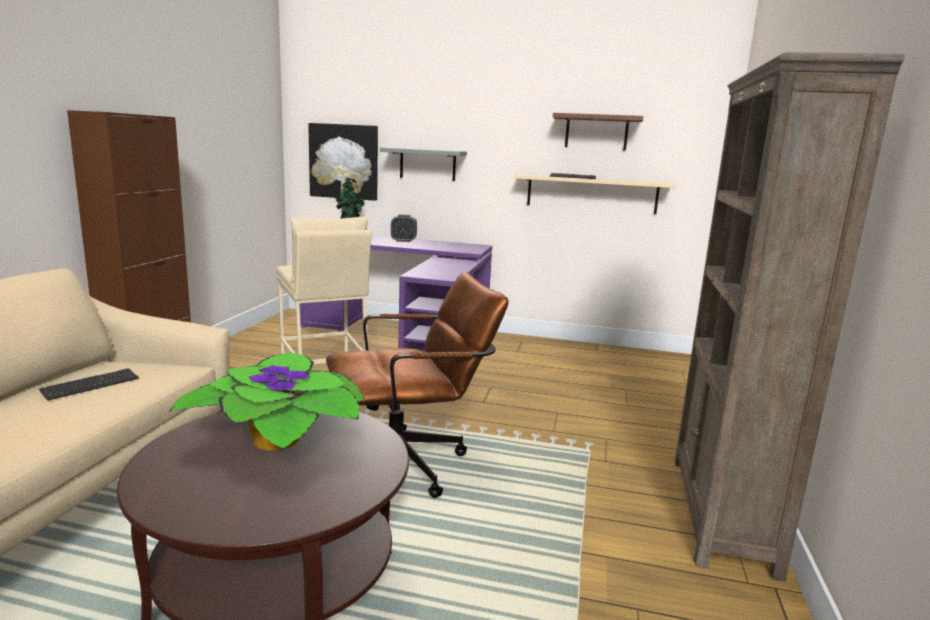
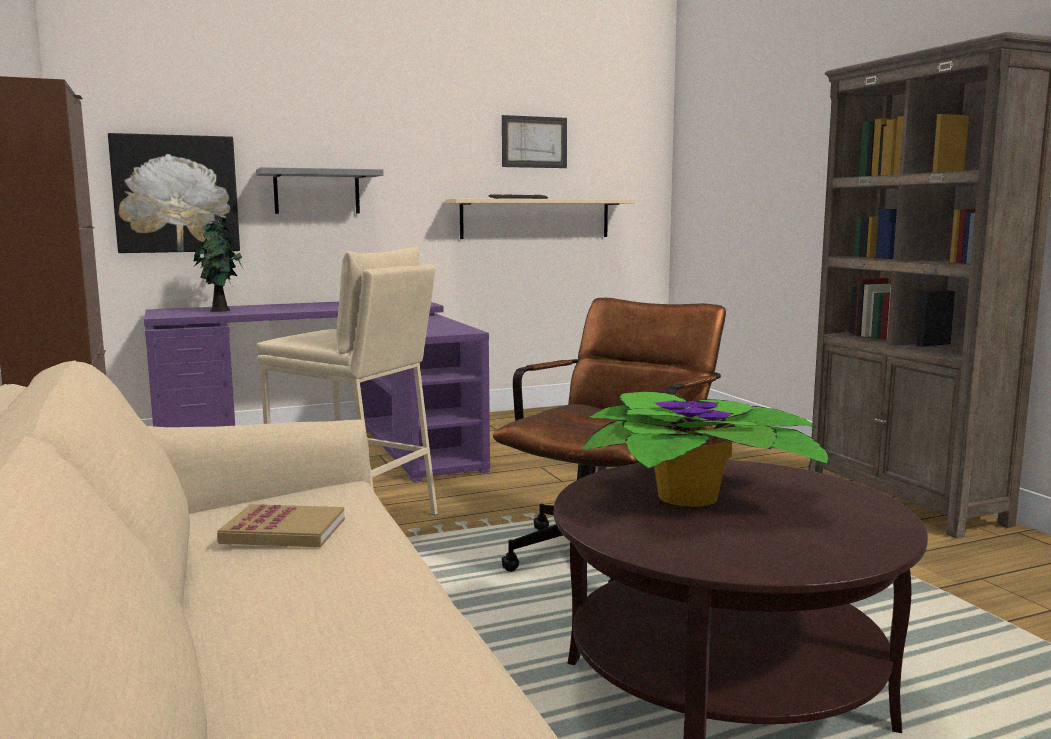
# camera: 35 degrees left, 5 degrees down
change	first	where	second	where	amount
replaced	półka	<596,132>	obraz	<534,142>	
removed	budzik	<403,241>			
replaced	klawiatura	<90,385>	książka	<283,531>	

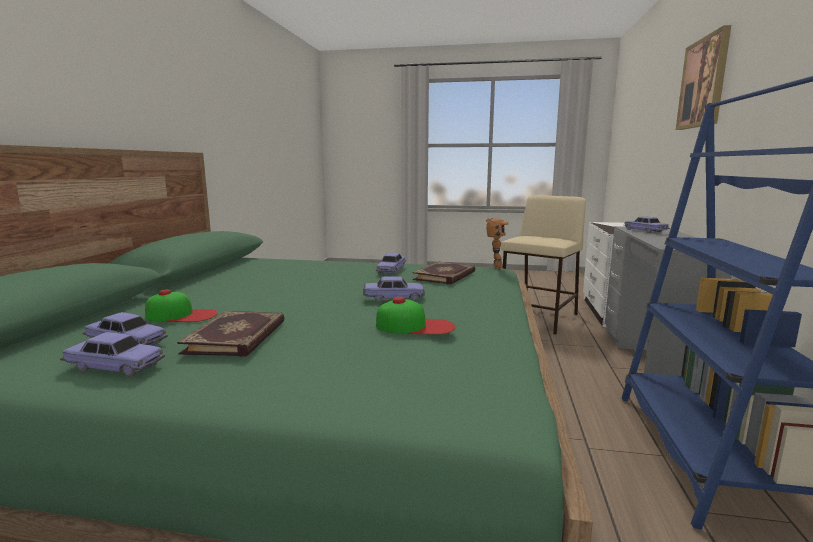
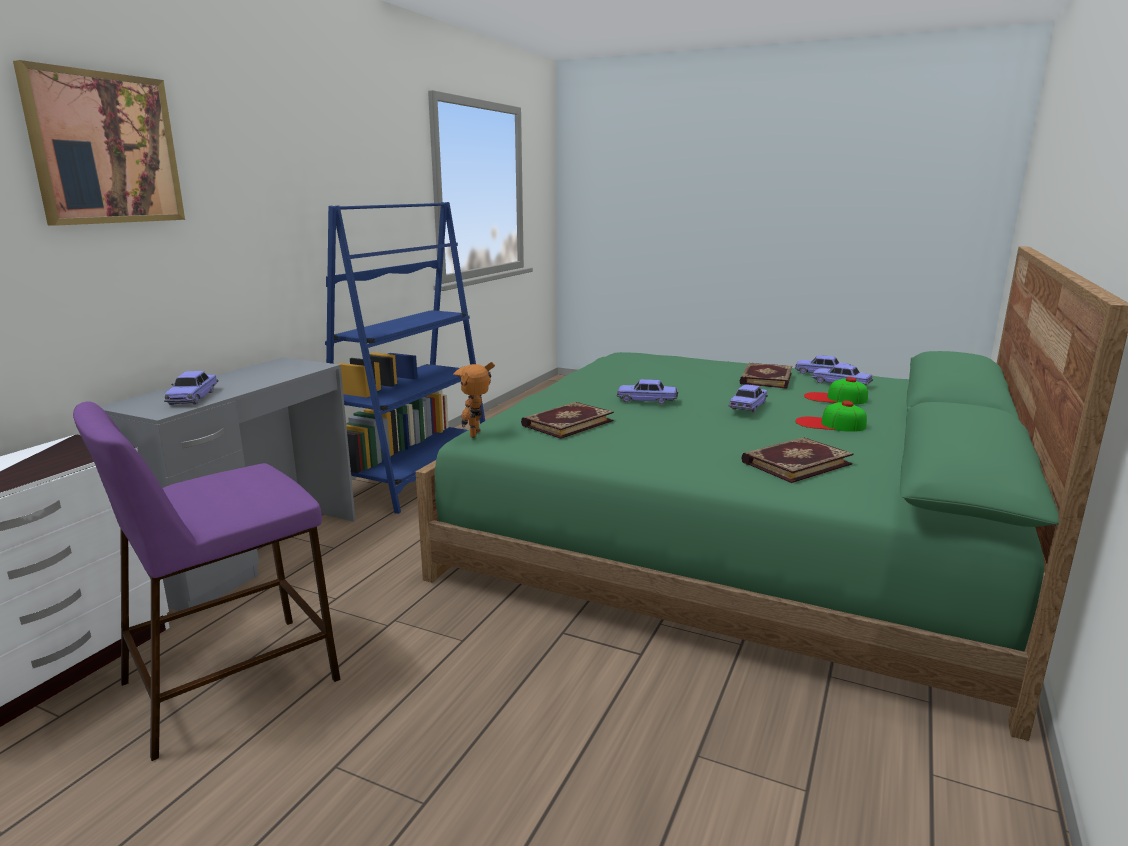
# camera: 165 degrees left, 5 degrees up
change	first	where	second	where	amount
recoloured	stołek [beżowy]	<539,318>	stołek [fioletowy]	<233,679>	
moved	samochodzik	<391,270>		<748,407>	
moved	czapka z daszkiem	<415,326>		<830,424>	
added			książka	<795,462>	

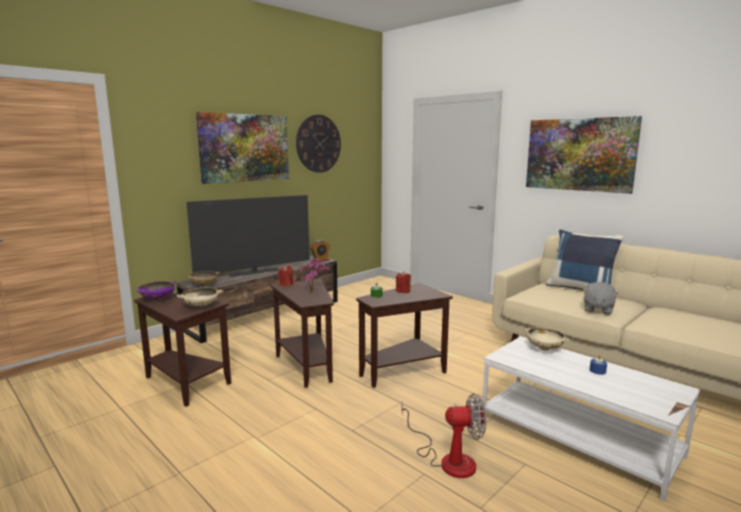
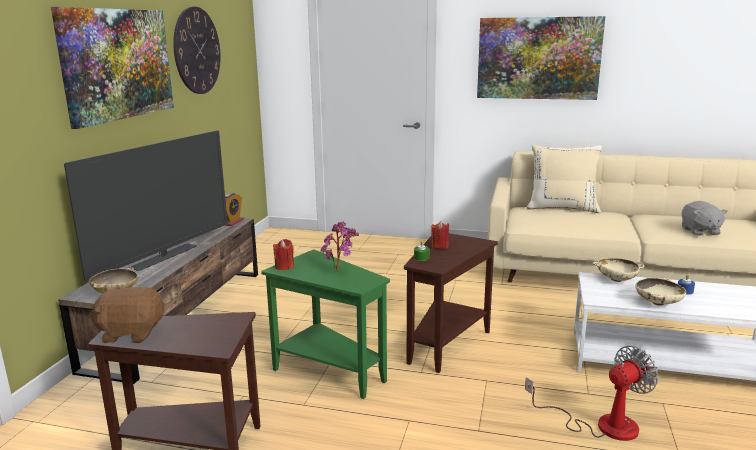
# camera: 30 degrees left, 5 degrees up
change	first	where	second	where	amount
recoloured	poduszka [niebieski]	<581,289>	poduszka [beżowy]	<562,208>	
recoloured	stolik [brązowy]	<307,366>	stolik [zielony]	<329,370>	
replaced	miska [fioletowy]	<157,299>	pluszak [brązowy]	<131,333>	
moved	pluszak [szary]	<597,309>		<700,231>	
moved	miska [beżowy]	<201,306>		<658,303>	

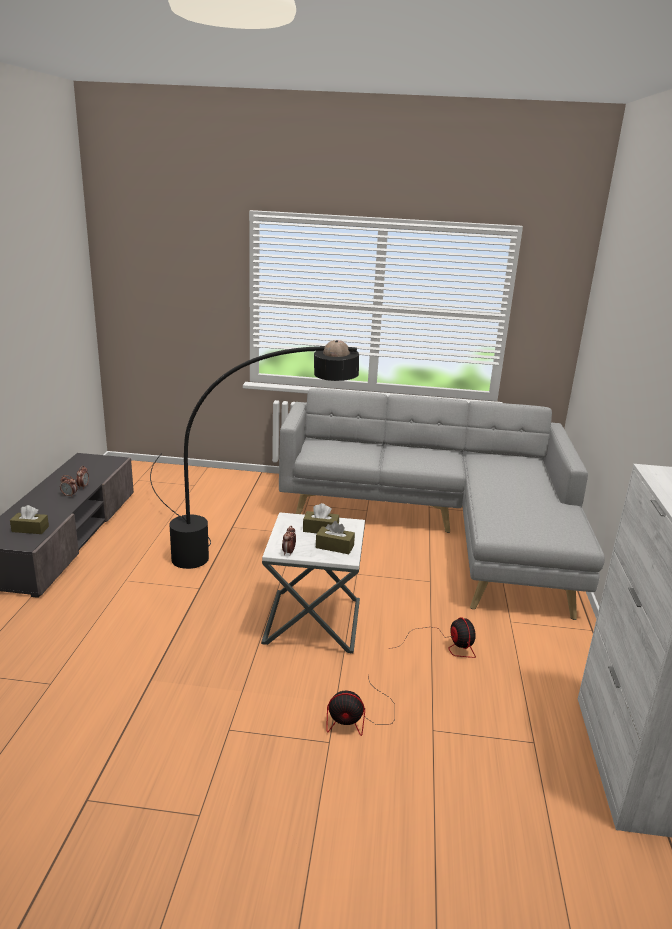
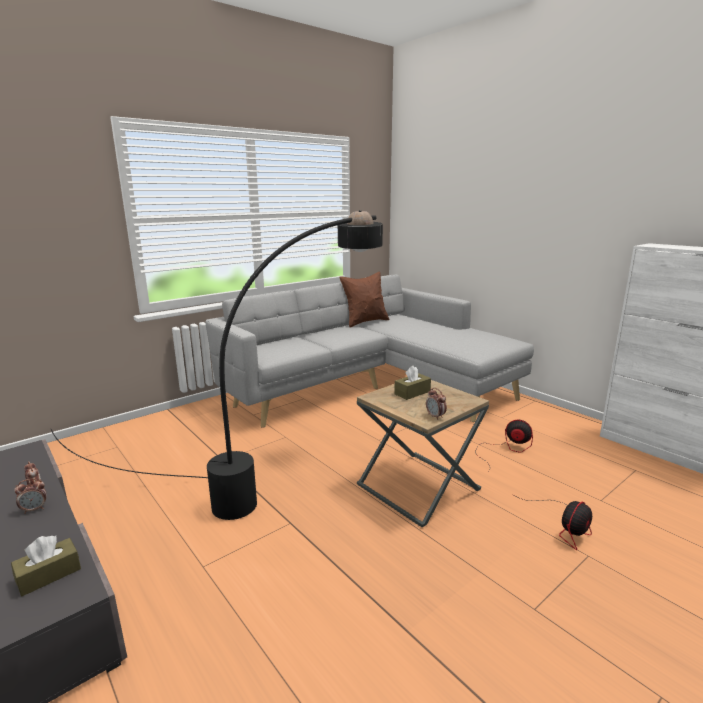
# camera: 45 degrees left, 5 degrees down
change	first	where	second	where	amount
recoloured	stolik [biały]	<313,621>	stolik [brązowy]	<418,487>	
removed	pudełko chusteczek [brązowy]	<334,546>			
added			poduszka [brązowy]	<365,322>	

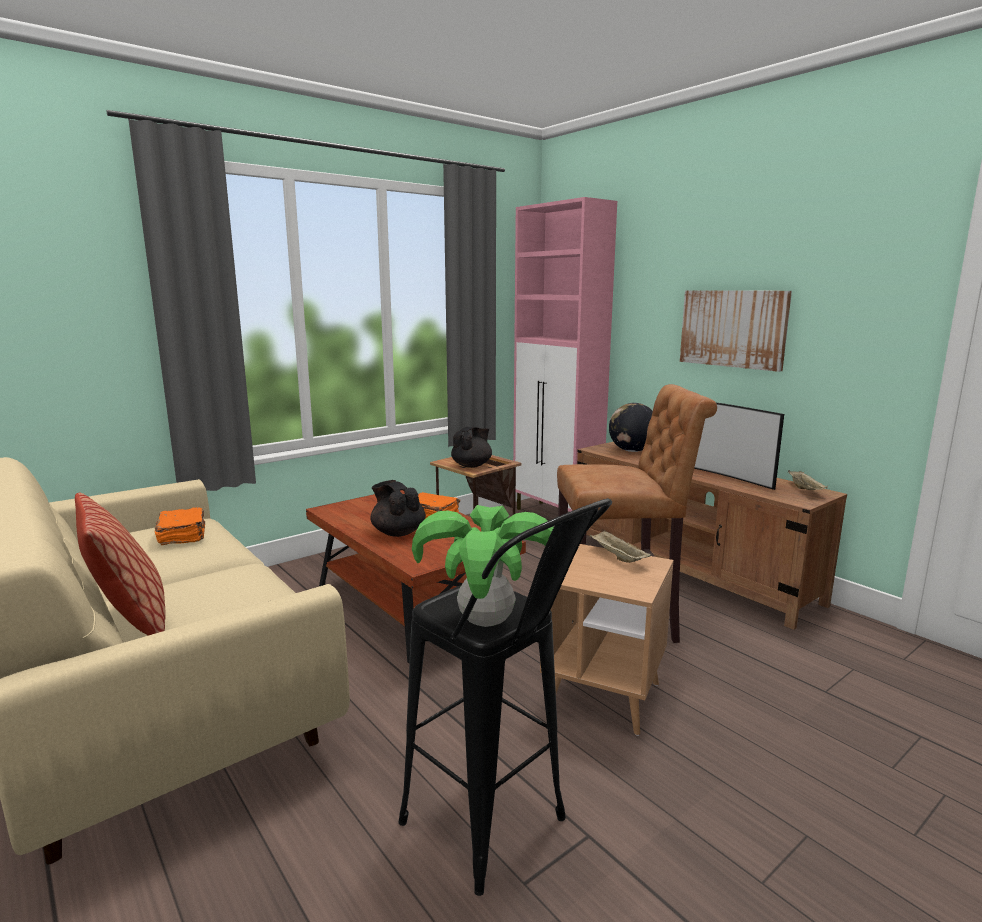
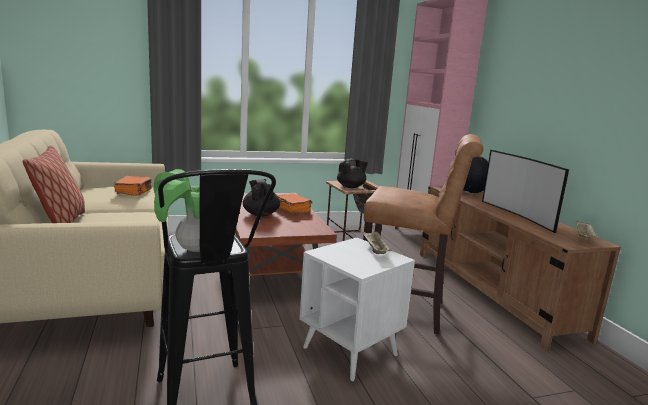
# camera: 20 degrees right, 0 degrees up
change	first	where	second	where	amount
removed	obraz	<733,328>			
recoloured	stolik [brązowy]	<603,696>	stolik [biały]	<350,351>	

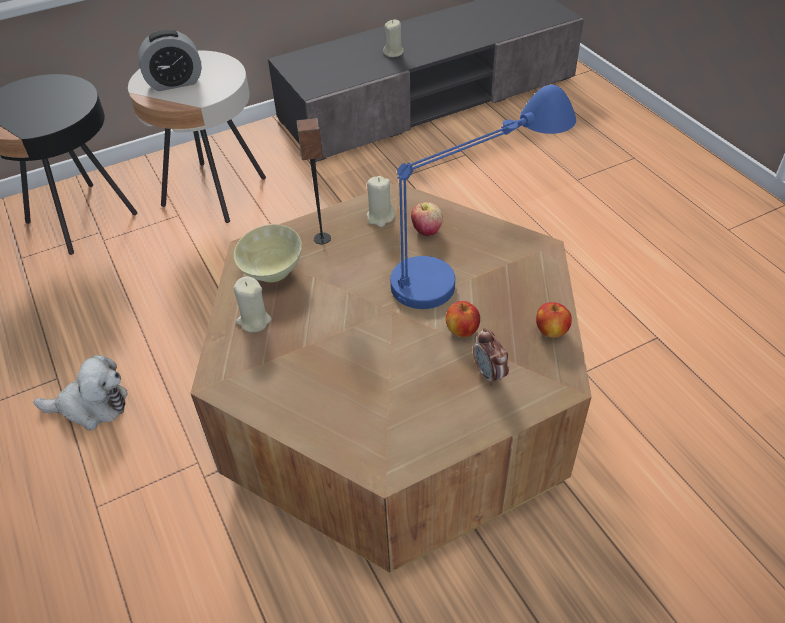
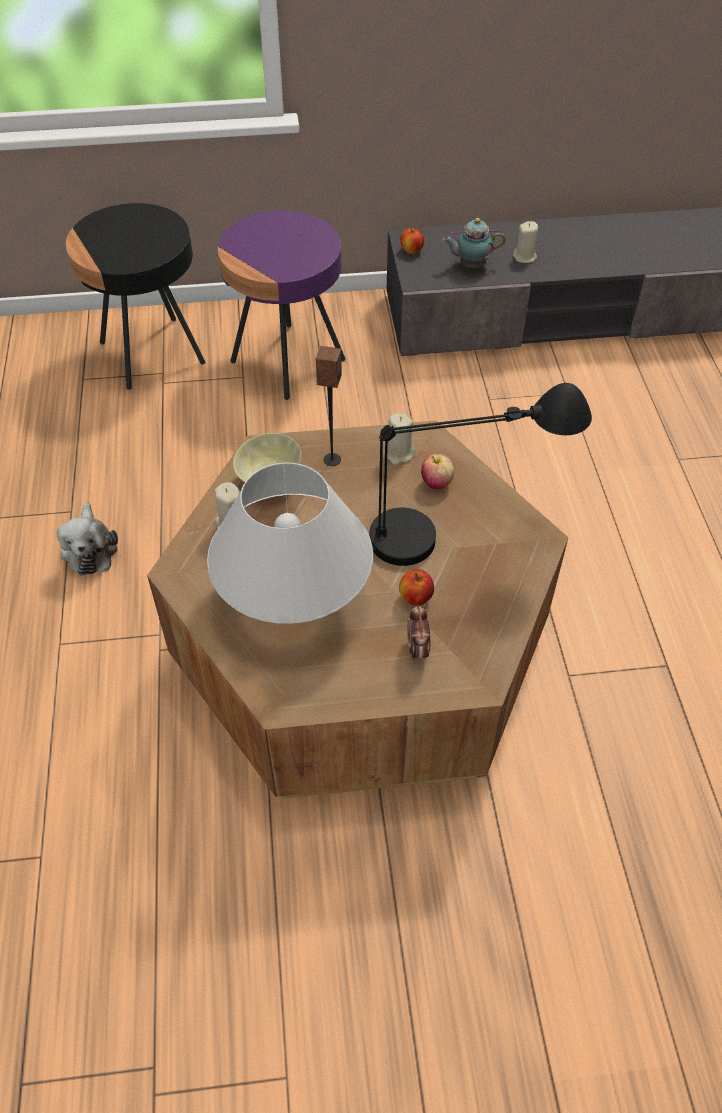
# camera: 20 degrees right, 5 degrees up
change	first	where	second	where	amount
removed	budzik	<175,83>			
recoloured	stolik [beżowy]	<214,192>	stolik [fioletowy]	<287,361>	
recoloured	lampa stołowa [niebieski]	<470,264>	lampa stołowa [czarny]	<460,532>	
moved	jabłko	<551,331>		<411,250>	
turned	pluszak	<91,406>		<90,549>	60 degrees clockwise
added			imbryk	<470,265>	
added			lampa stołowa [biały]	<293,596>	

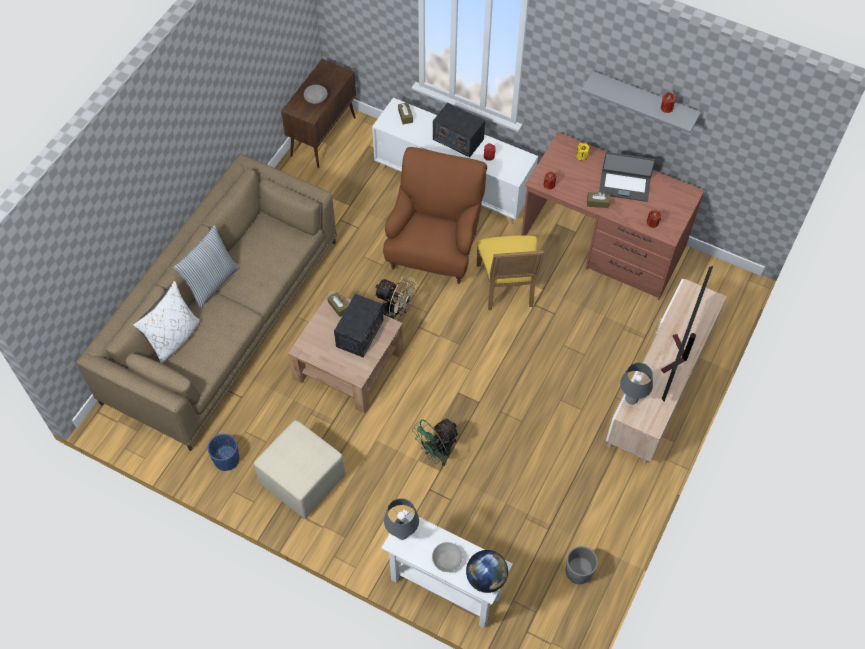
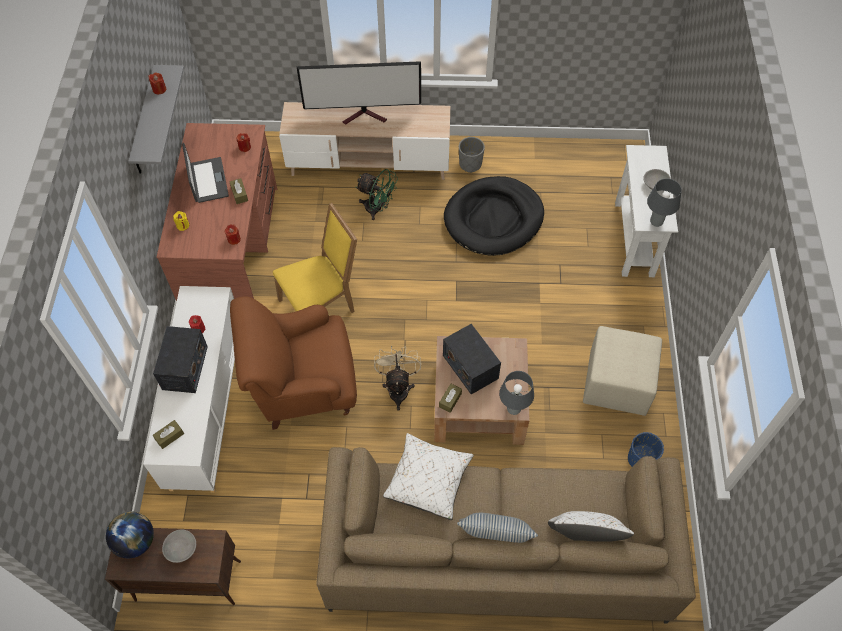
# camera: 115 degrees left, 0 degrees up
change	first	where	second	where	amount
turned	radio	<359,333>		<470,366>	120 degrees counterclockwise
moved	lampa stołowa [szary]	<631,399>		<514,409>	
moved	wentylator [zielony]	<436,453>		<377,209>	
moved	donica [szary]	<578,571>		<470,164>	
moved	globus	<486,578>		<136,541>	
added			legowisko [czarny]	<493,219>	
added			poduszka [biały]	<428,481>	

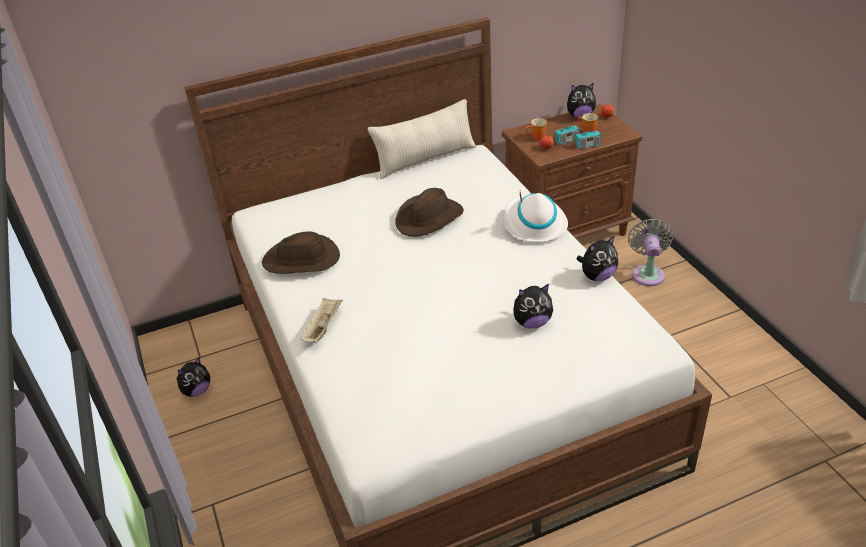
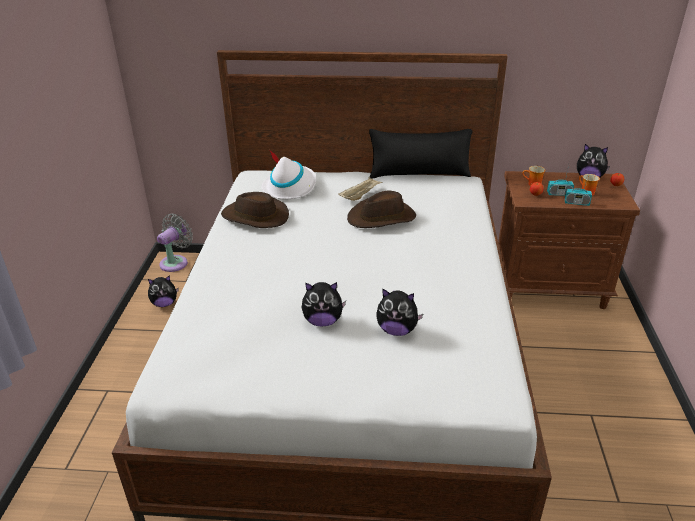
# camera: 25 degrees right, 5 degrees down
change	first	where	second	where	amount
recoloured	poduszka [beżowy]	<425,159>	poduszka [czarny]	<419,174>	
moved	kapelusz [biały]	<534,224>		<290,187>	
moved	wentylator [szary]	<648,273>		<176,262>	
moved	pluszak	<597,276>		<323,321>	
moved	taca [beżowy]	<323,327>		<360,196>	

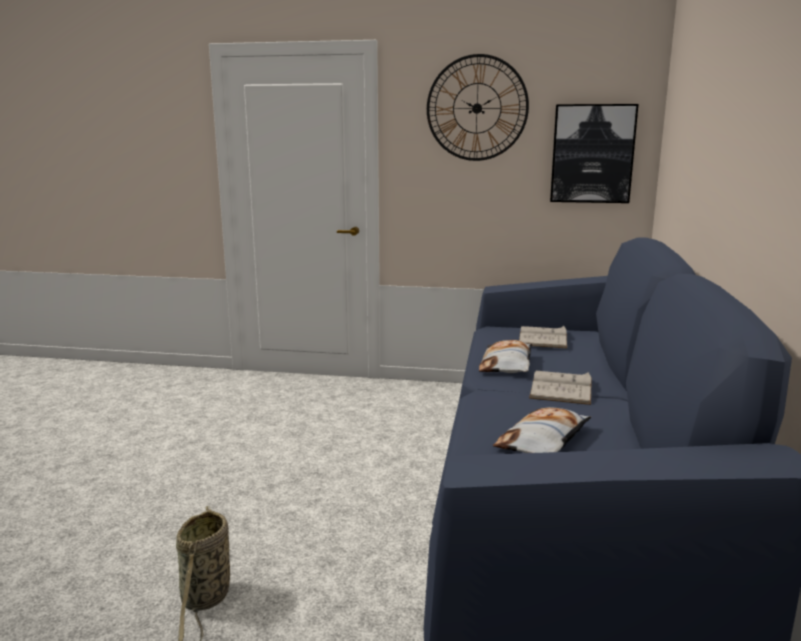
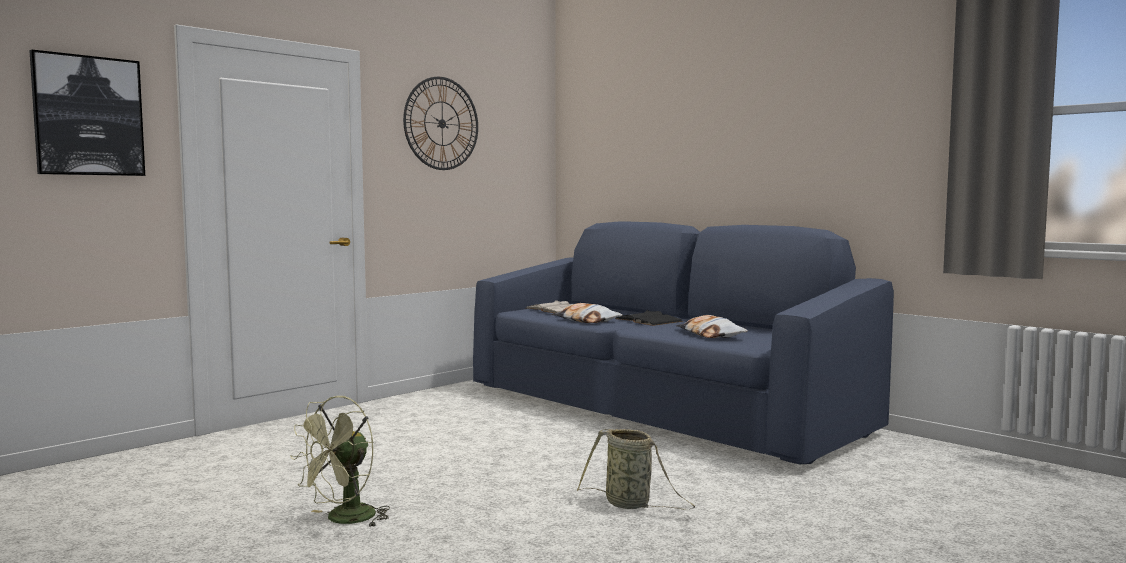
# camera: 55 degrees left, 10 degrees down
change	first	where	second	where	amount
moved	obraz	<592,154>		<88,116>	
recoloured	książka [biały]	<561,387>	książka [czarny]	<648,320>	
added			wentylator [zielony]	<343,520>	

